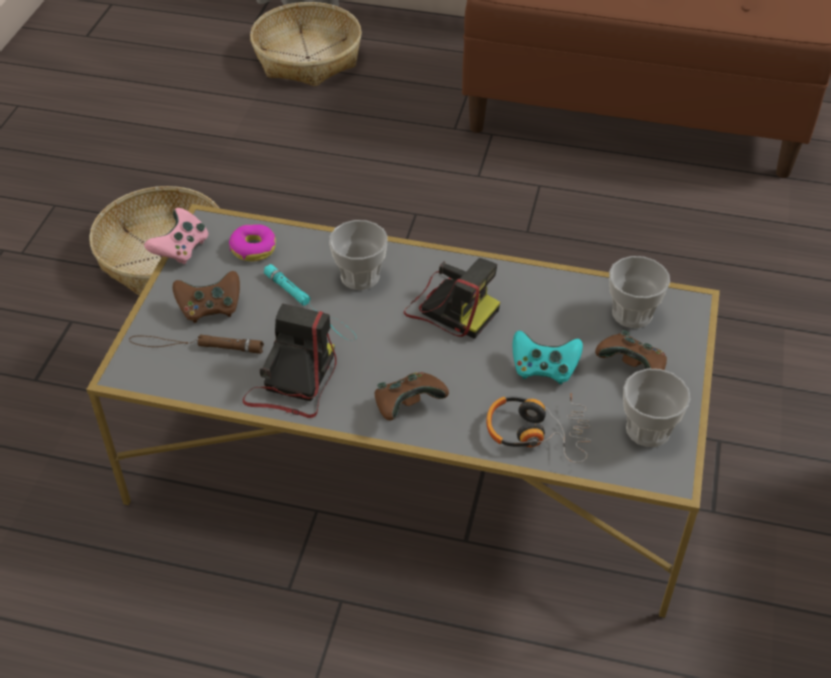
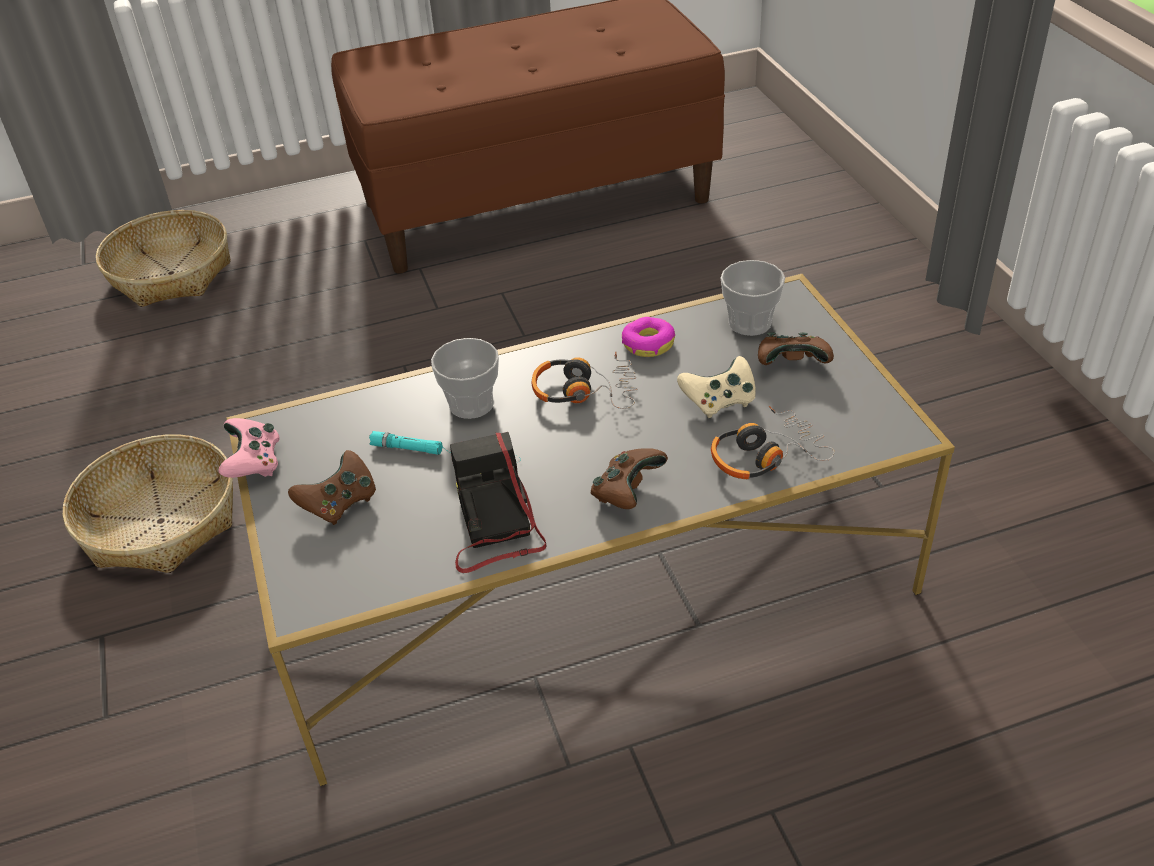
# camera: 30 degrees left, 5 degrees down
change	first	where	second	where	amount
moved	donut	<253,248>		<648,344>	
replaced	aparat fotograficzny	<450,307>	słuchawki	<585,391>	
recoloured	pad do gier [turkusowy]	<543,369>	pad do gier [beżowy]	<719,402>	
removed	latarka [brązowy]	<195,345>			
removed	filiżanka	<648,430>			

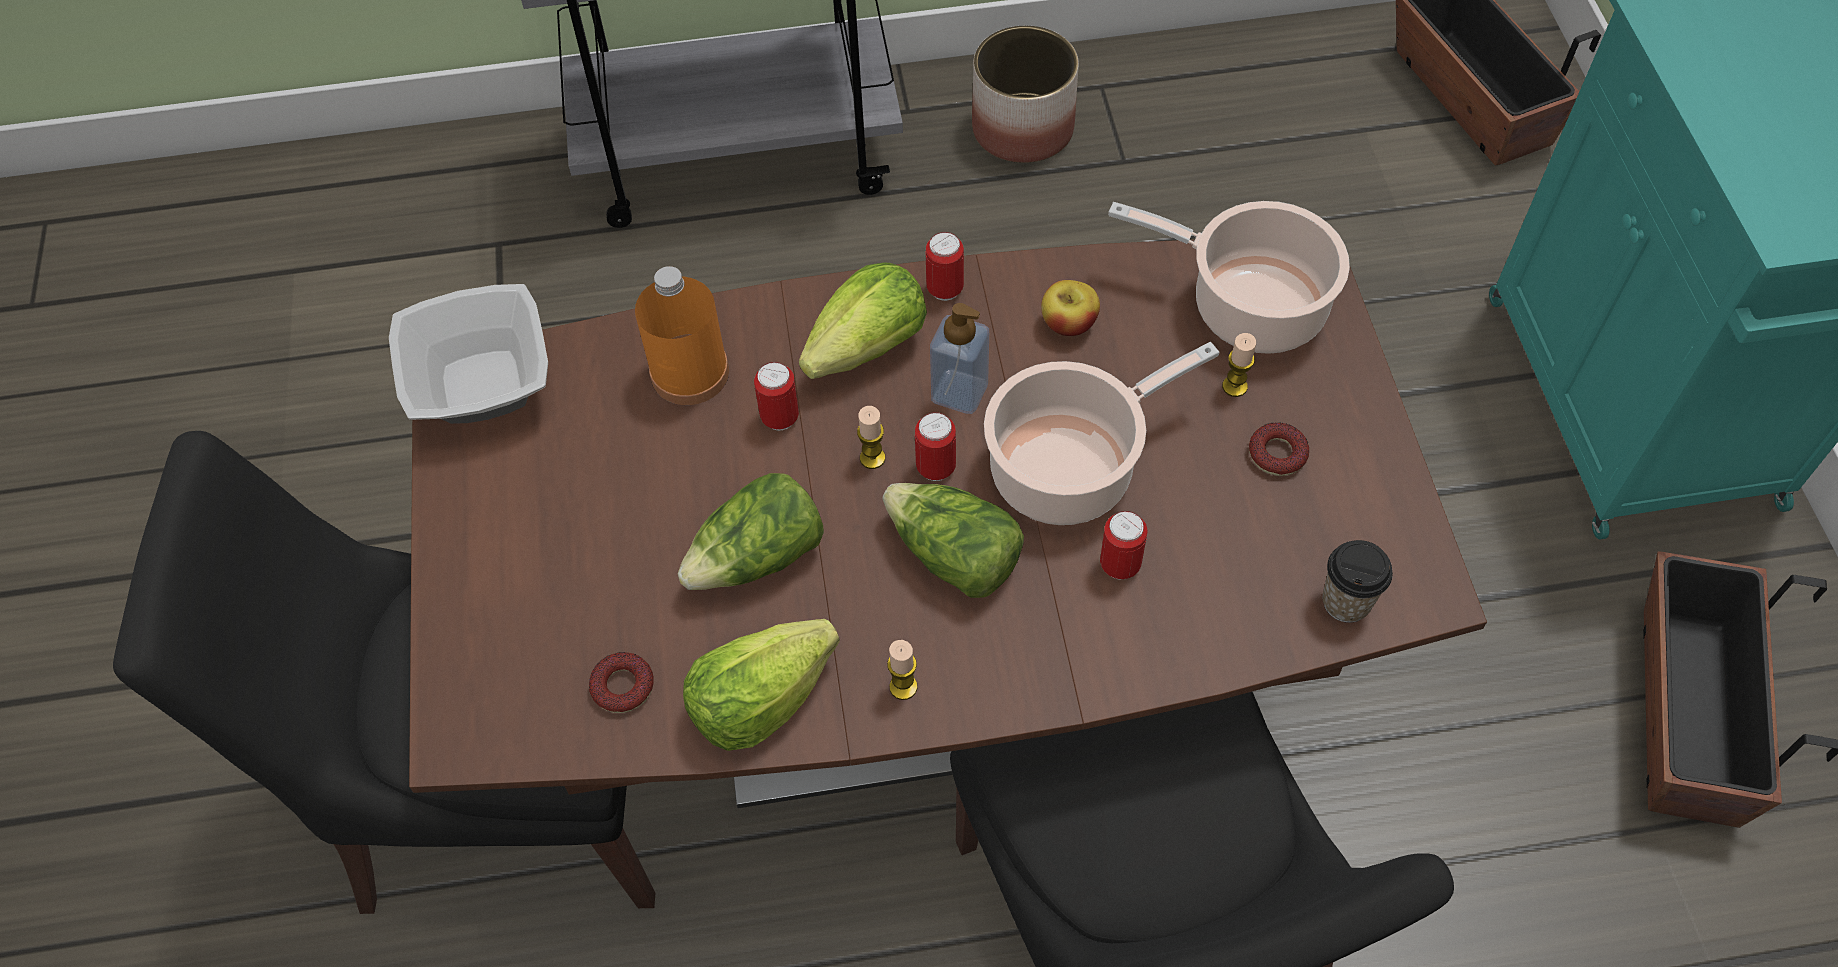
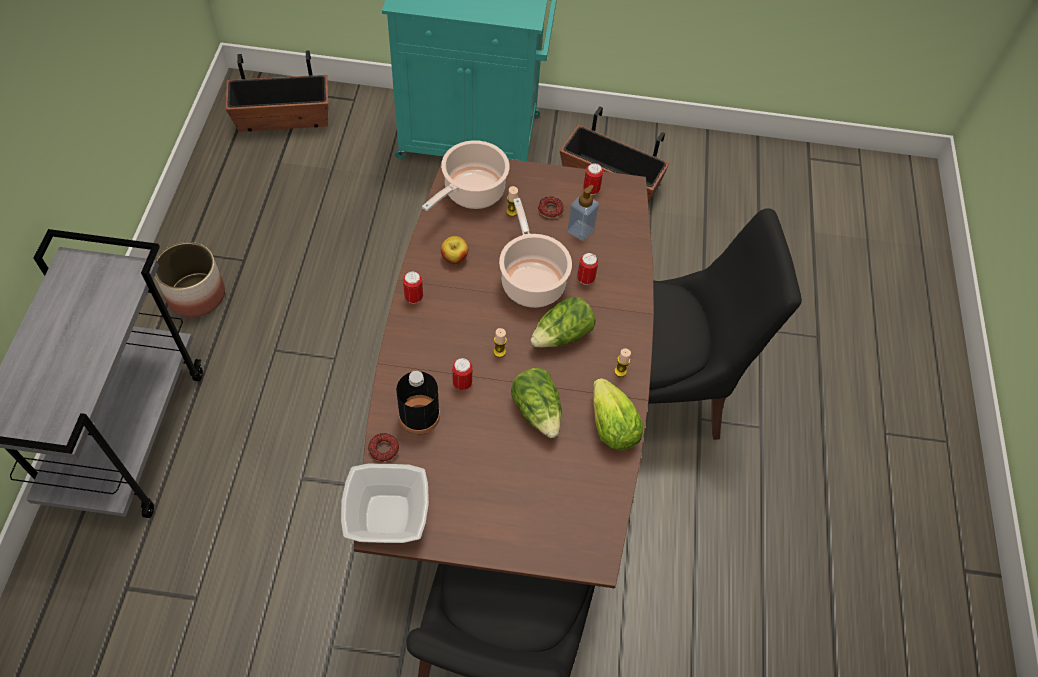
# camera: 80 degrees left, 0 degrees up
change	first	where	second	where	amount
removed	sałata	<868,348>			
recoloured	butelka [pomarańczowy]	<690,373>	butelka [czarny]	<419,415>	
moved	dozownik mydła	<959,392>		<580,230>	
moved	puszka	<936,468>		<591,190>	
removed	filiżanka	<1346,602>			
moved	donut	<622,687>		<384,449>	

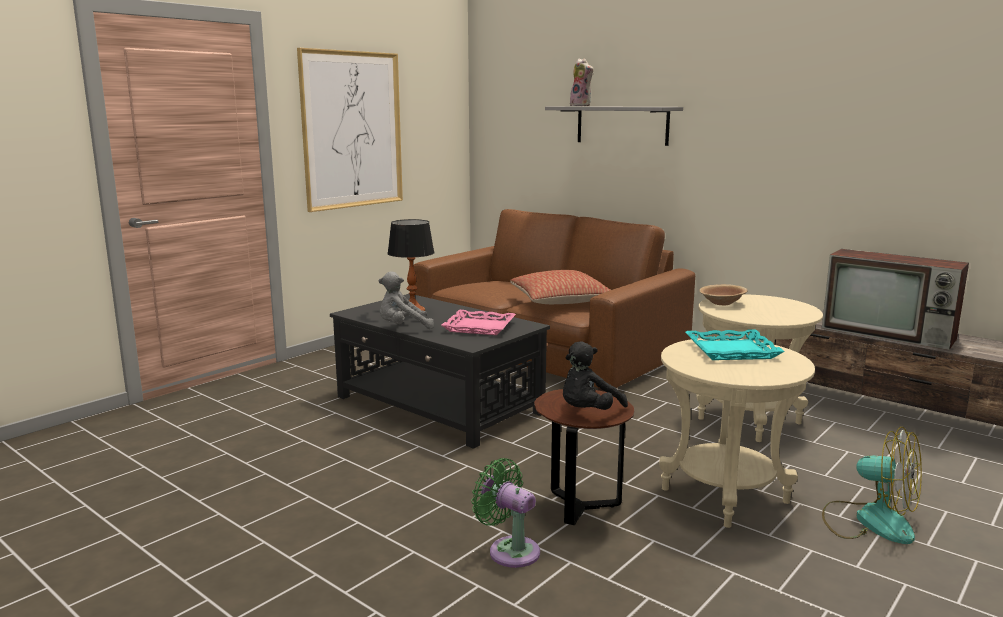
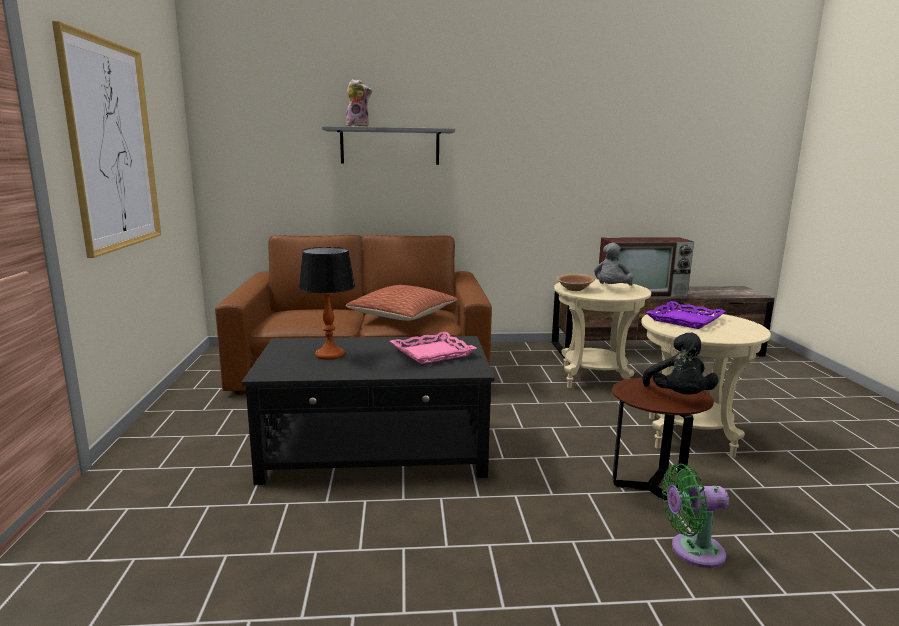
# camera: 45 degrees left, 0 degrees up
change	first	where	second	where	amount
moved	pluszak [szary]	<403,328>		<611,289>	
recoloured	taca [turkusowy]	<731,350>	taca [fioletowy]	<684,319>	
removed	wentylator	<869,521>			

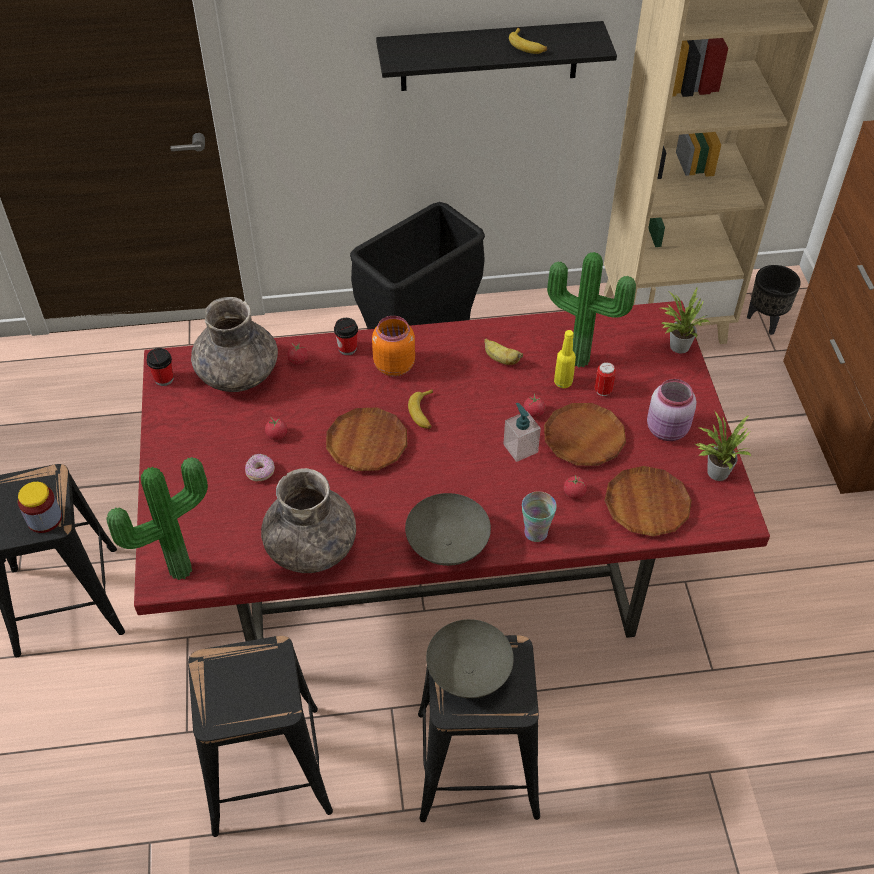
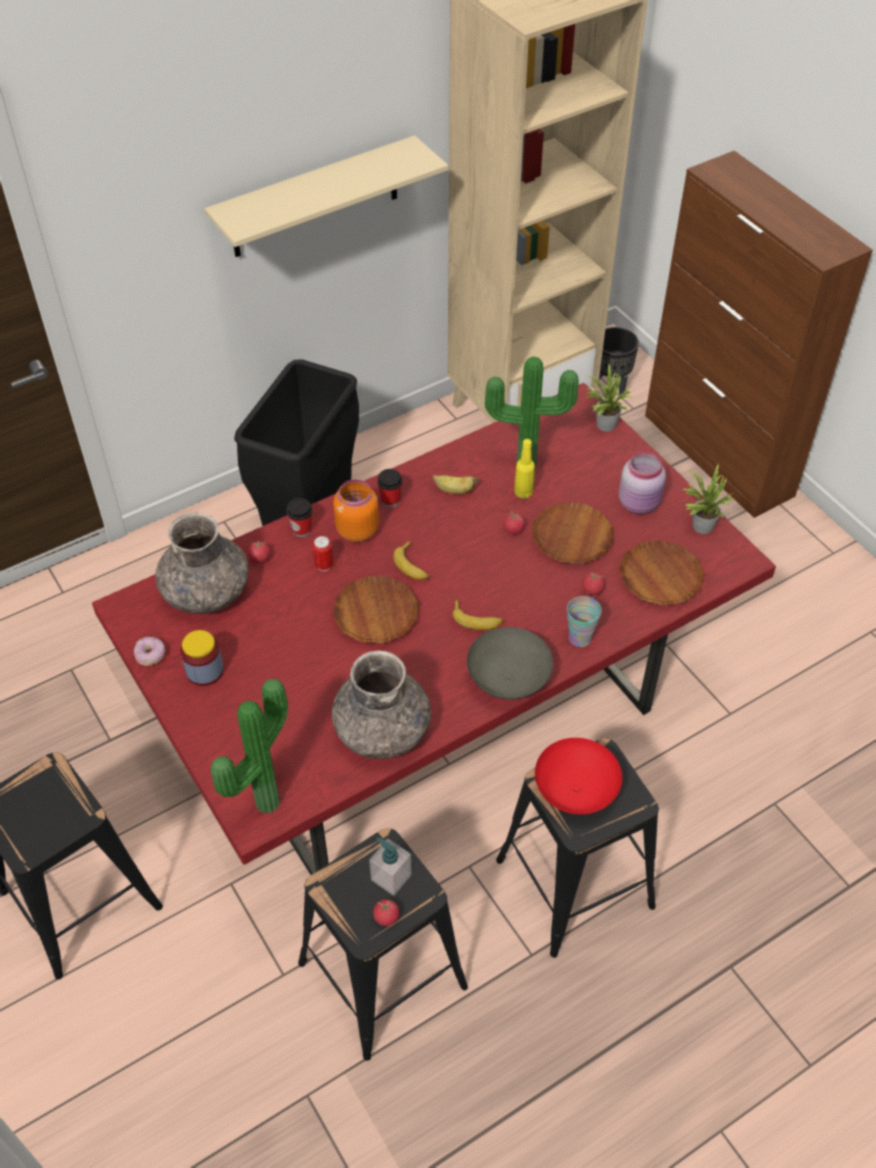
# camera: 25 degrees left, 0 degrees up
change	first	where	second	where	amount
recoloured	półka [czarny]	<489,56>	półka [beżowy]	<315,198>	
moved	banan	<527,46>		<477,619>	
moved	filiżanka	<164,379>		<390,500>	
moved	puszka	<603,390>		<324,565>	
moved	dozownik mydła	<520,448>		<391,877>	
moved	pomidor	<277,435>		<386,917>	
moved	donut	<260,472>		<150,655>	
moved	słoik	<44,519>		<205,671>	
recoloured	miska [szary]	<470,673>	miska [czerwony]	<577,791>	

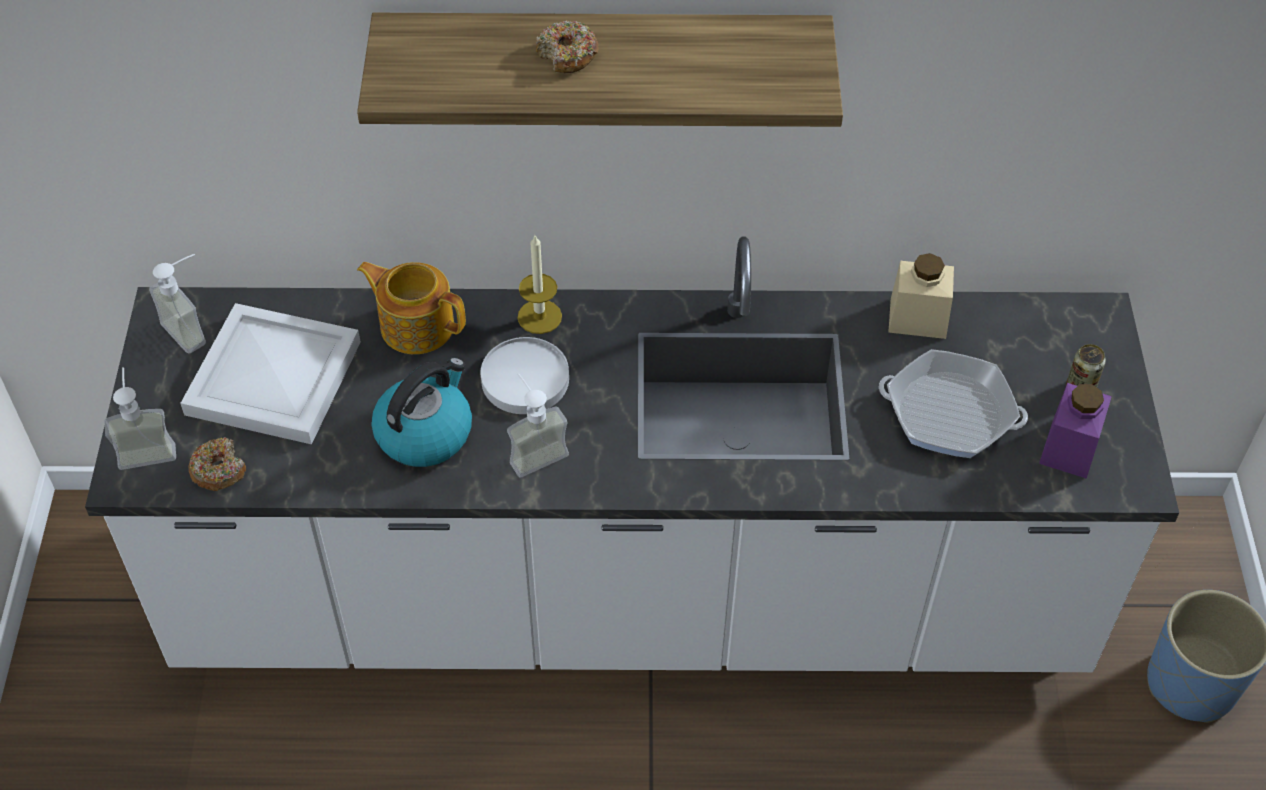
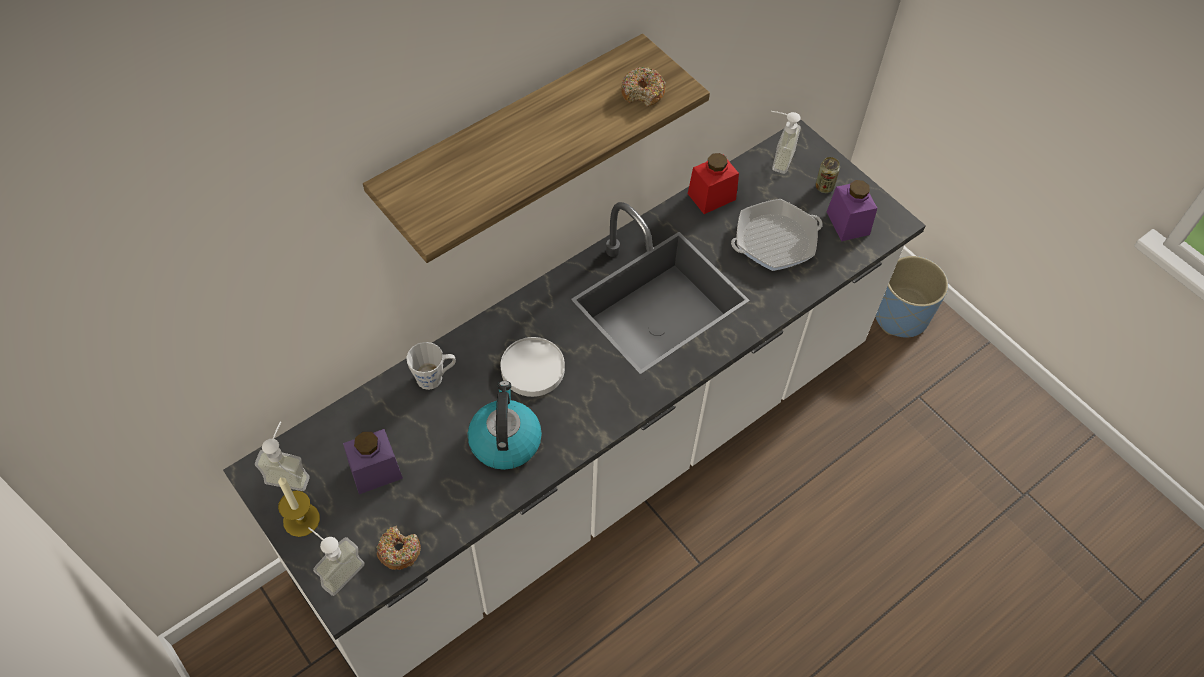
# camera: 40 degrees left, 5 degrees up
change	first	where	second	where	amount
moved	donut	<567,55>		<643,92>	
moved	świeca	<539,316>		<301,519>	
recoloured	słoik [beżowy]	<918,318>	słoik [czerwony]	<711,196>	
replaced	imbryk	<416,325>	kubek [szary]	<434,377>	
replaced	taca [biały]	<271,379>	słoik [fioletowy]	<375,471>	
moved	dozownik mydła	<533,451>		<776,158>	

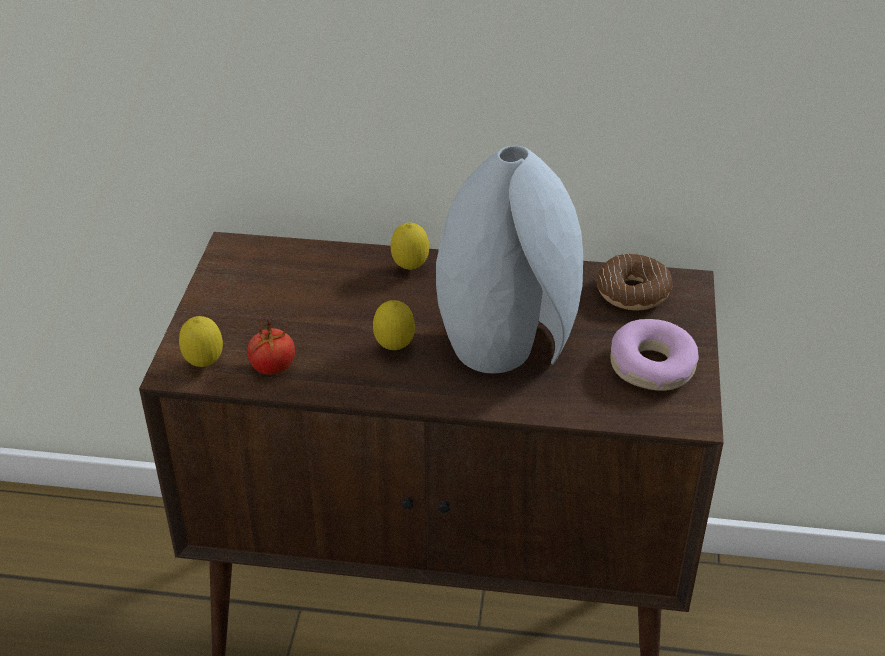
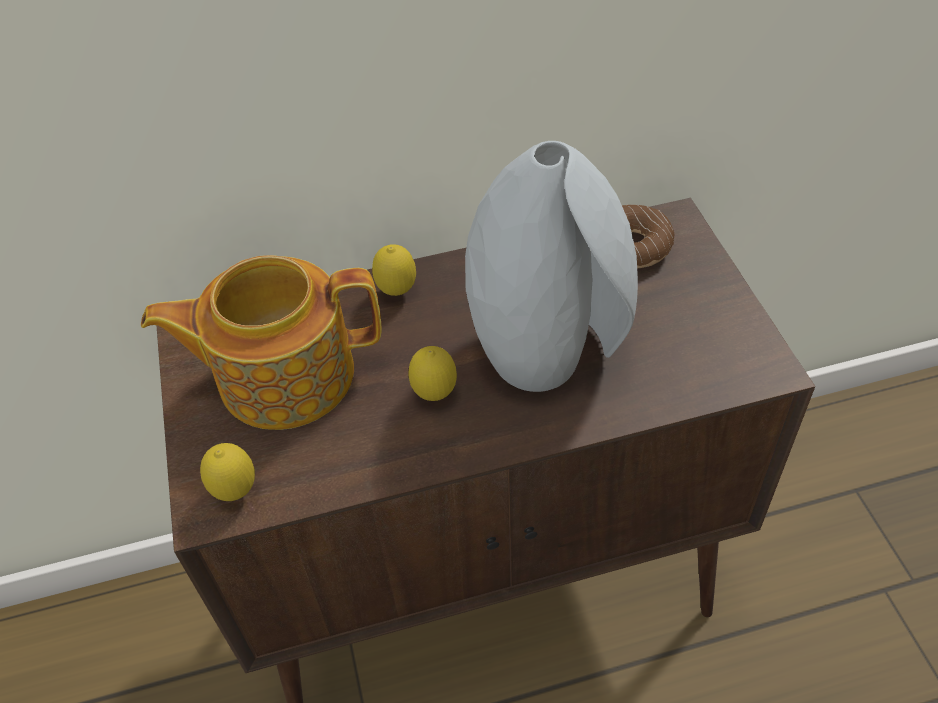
# camera: 20 degrees left, 10 degrees up
change	first	where	second	where	amount
removed	pomidor	<272,368>			
removed	donut	<651,367>			
added			imbryk	<283,374>	

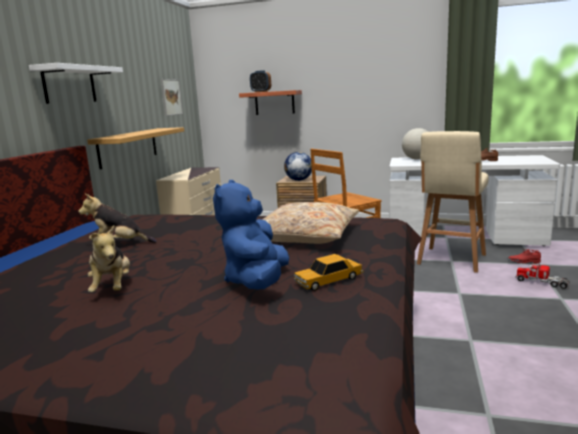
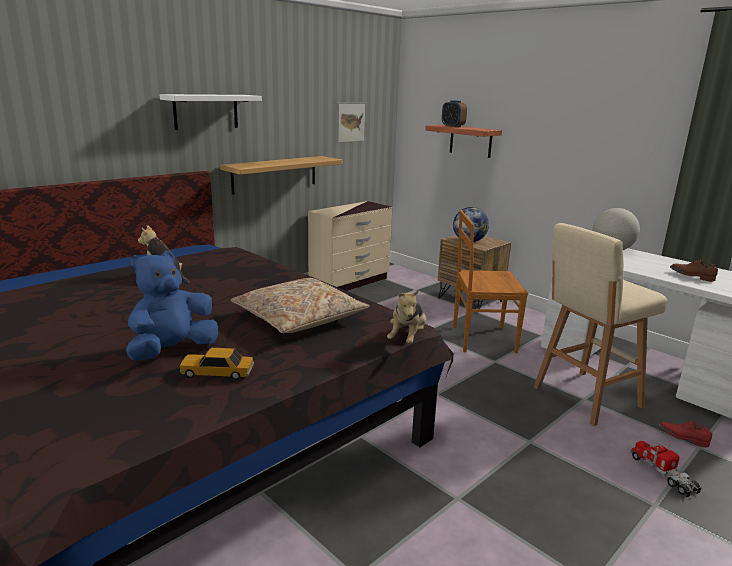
# camera: 30 degrees right, 5 degrees up
change	first	where	second	where	amount
moved	pluszak	<113,288>		<407,338>	

